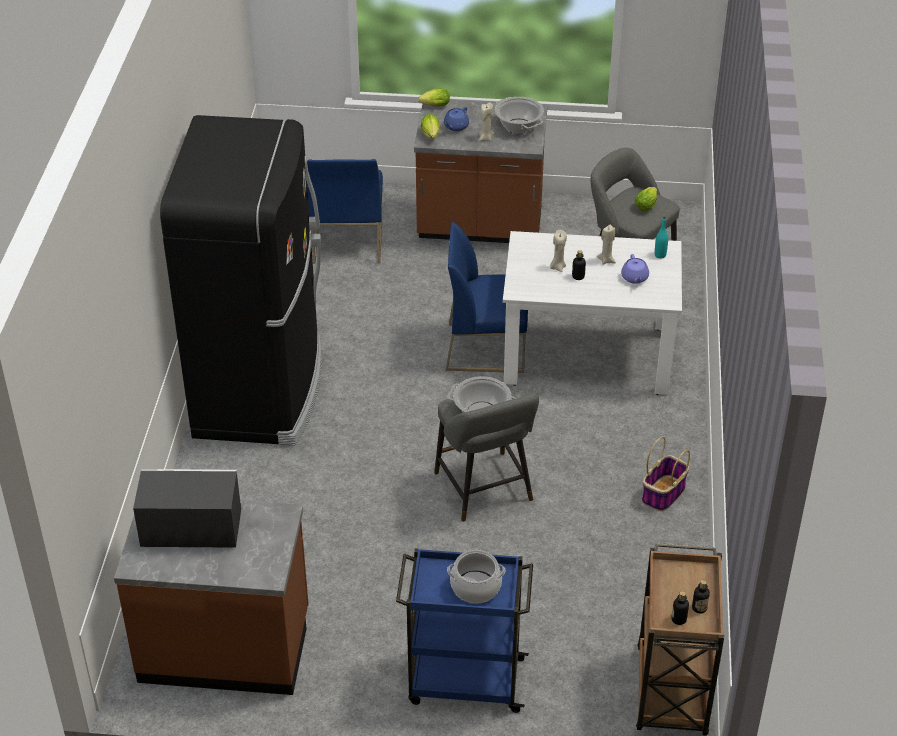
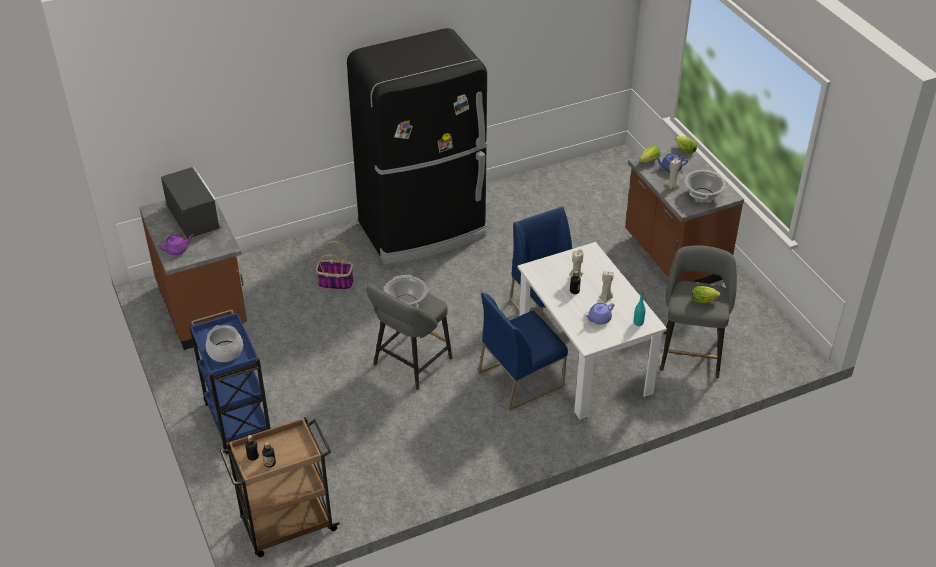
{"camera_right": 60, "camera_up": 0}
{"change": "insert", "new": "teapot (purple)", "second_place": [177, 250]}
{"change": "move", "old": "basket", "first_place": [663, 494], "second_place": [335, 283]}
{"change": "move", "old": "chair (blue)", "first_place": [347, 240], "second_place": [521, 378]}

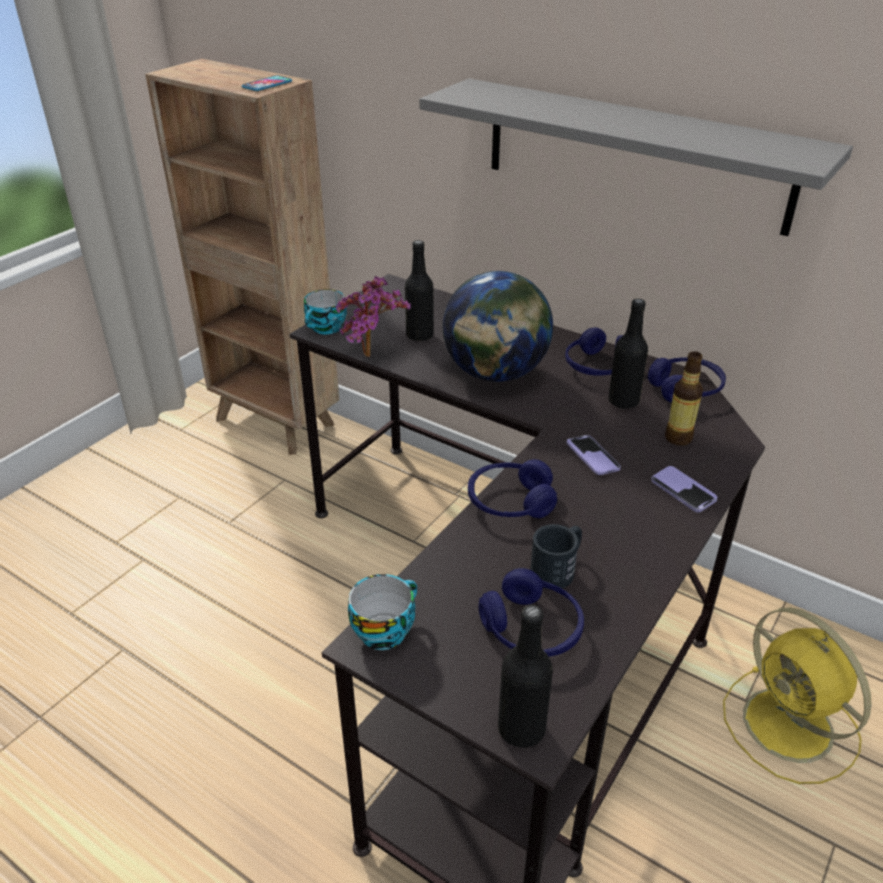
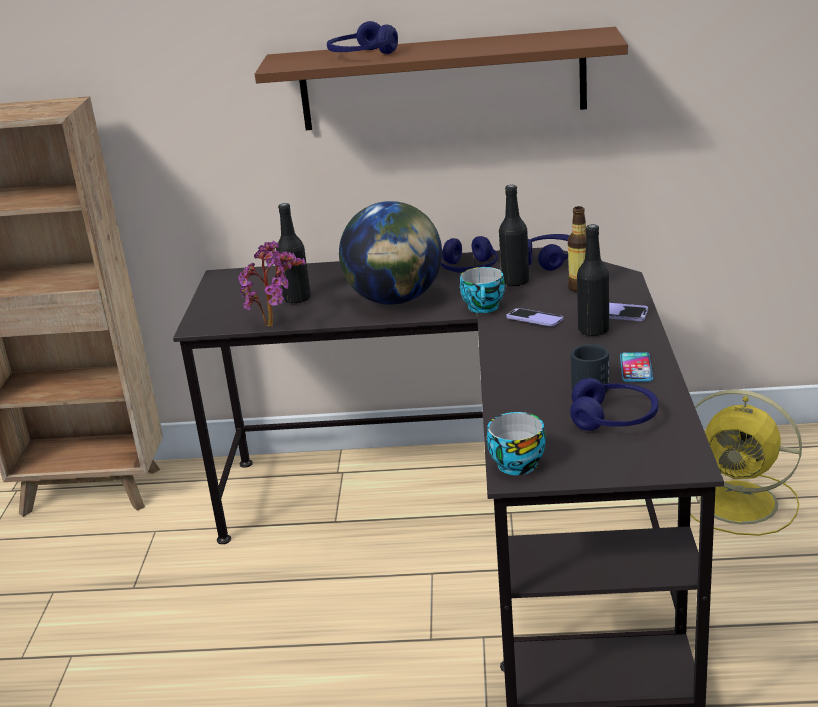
{"camera_right": -30, "camera_up": -10}
{"change": "recolor", "old": "shelf (grey)", "new": "shelf (brown)", "first_place": [634, 154], "second_place": [442, 80]}
{"change": "move", "old": "headphones (blue)", "first_place": [510, 502], "second_place": [362, 55]}
{"change": "move", "old": "cup", "first_place": [326, 329], "second_place": [484, 308]}
{"change": "move", "old": "bottle (black)", "first_place": [521, 729], "second_place": [593, 330]}
{"change": "move", "old": "phone", "first_place": [267, 84], "second_place": [636, 368]}

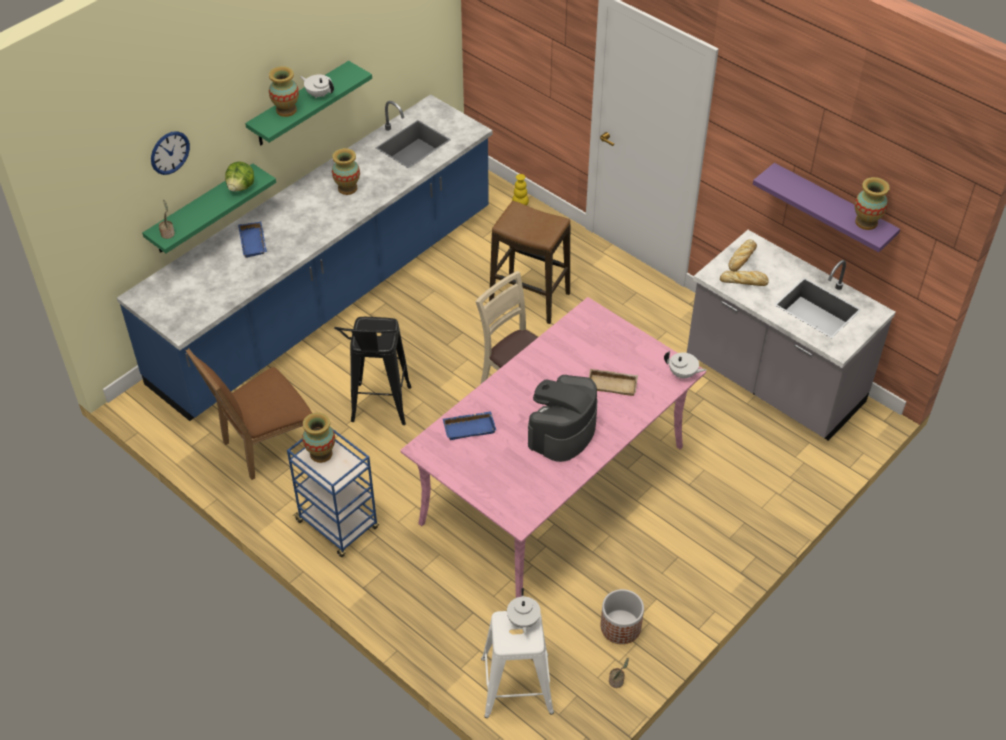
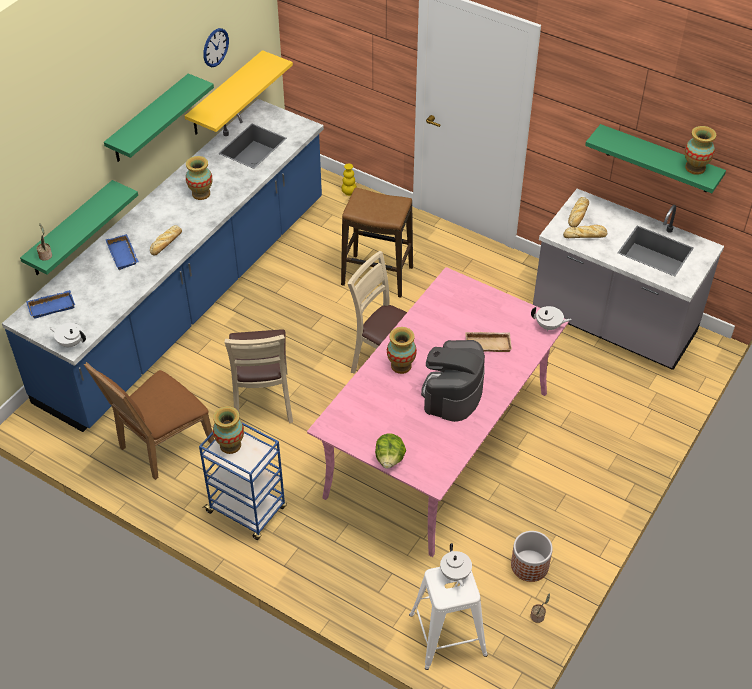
{"camera_right": -10, "camera_up": 0}
{"change": "move", "old": "tray (blue)", "first_place": [469, 427], "second_place": [52, 306]}
{"change": "move", "old": "teapot (white)", "first_place": [319, 94], "second_place": [70, 342]}
{"change": "insert", "new": "bread", "second_place": [166, 243]}
{"change": "insert", "new": "shelf (yellow)", "second_place": [225, 94]}
{"change": "move", "old": "wall clock", "first_place": [169, 152], "second_place": [215, 47]}
{"change": "replace", "old": "stool (black)", "new": "chair (beige)", "first_place": [379, 413], "second_place": [262, 400]}
{"change": "move", "old": "lettuce", "first_place": [241, 187], "second_place": [390, 459]}
{"change": "move", "old": "vase", "first_place": [286, 110], "second_place": [401, 366]}
{"change": "recolor", "old": "shelf (purple)", "new": "shelf (green)", "first_place": [832, 208], "second_place": [659, 159]}

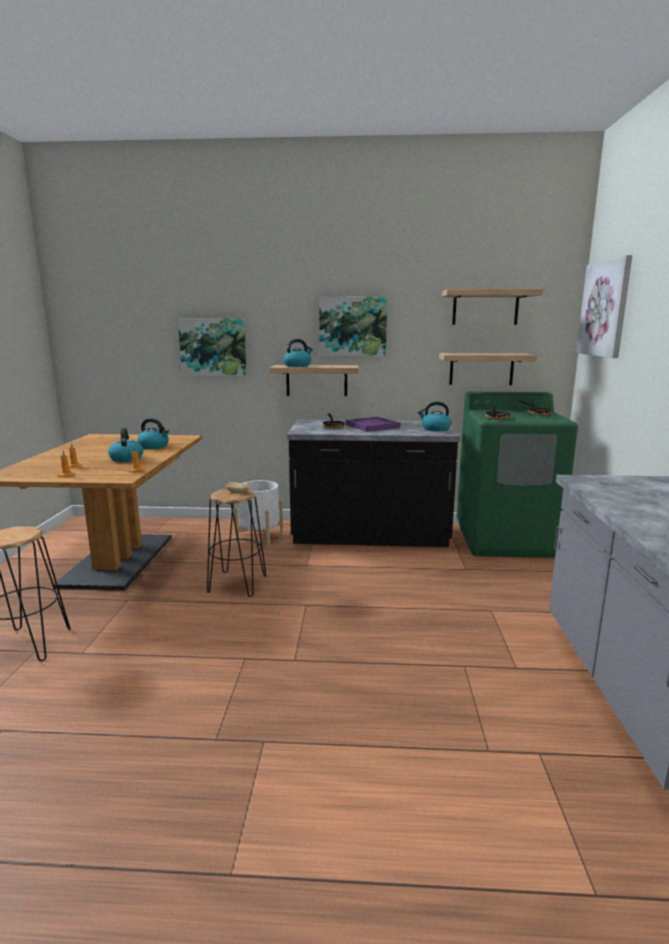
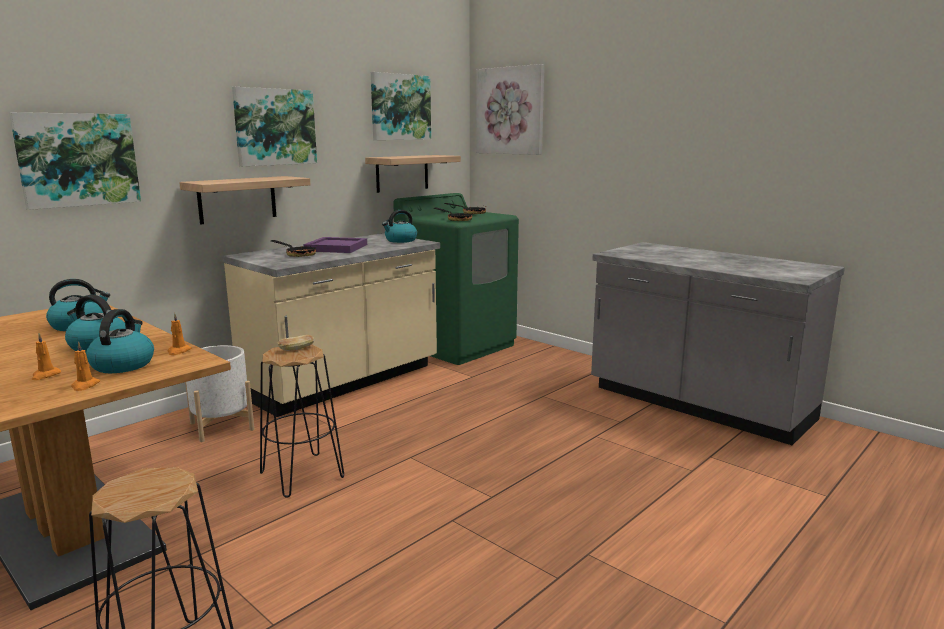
{"camera_right": -50, "camera_up": 0}
{"change": "move", "old": "kettle", "first_place": [297, 366], "second_place": [123, 364]}
{"change": "recolor", "old": "counter (black)", "new": "counter (beige)", "first_place": [370, 537], "second_place": [344, 382]}
{"change": "replace", "old": "shelf", "new": "picture", "first_place": [485, 308], "second_place": [400, 107]}

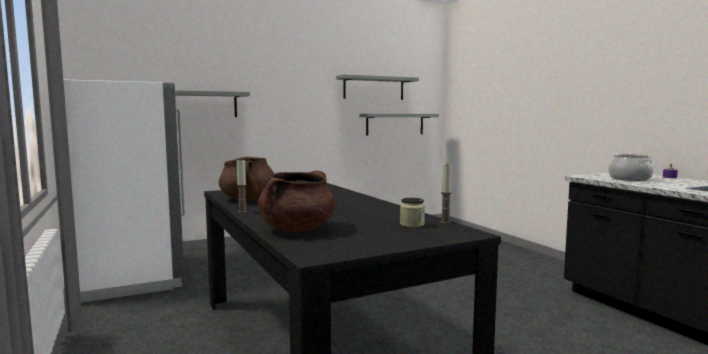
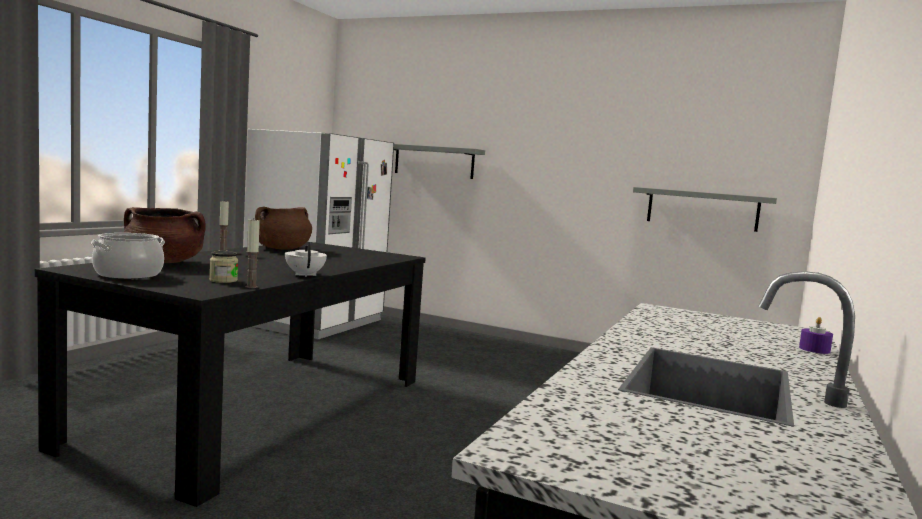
{"camera_right": 50, "camera_up": 0}
{"change": "move", "old": "cooking pot", "first_place": [630, 178], "second_place": [128, 274]}
{"change": "insert", "new": "teapot (white)", "second_place": [305, 275]}
{"change": "delete", "old": "shelf (grey)", "first_place": [374, 88]}

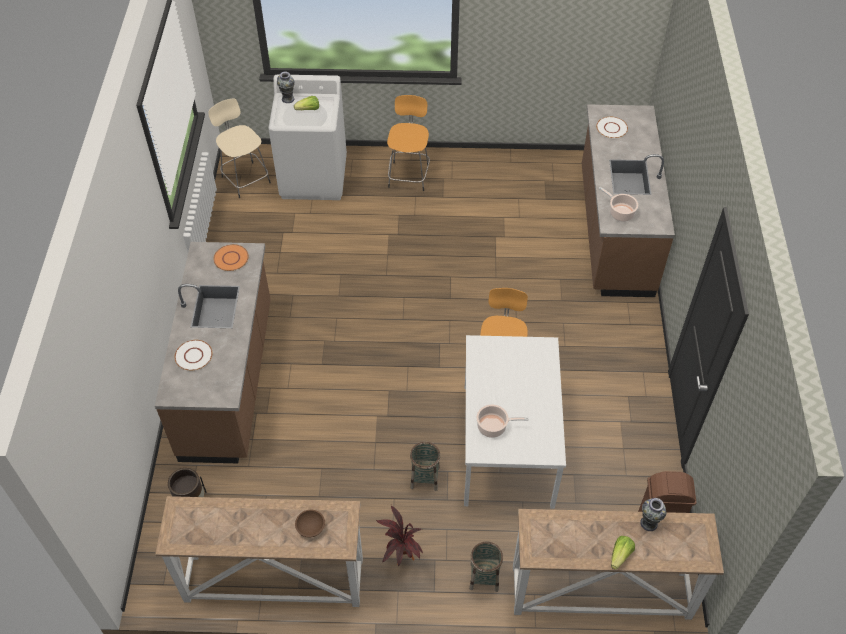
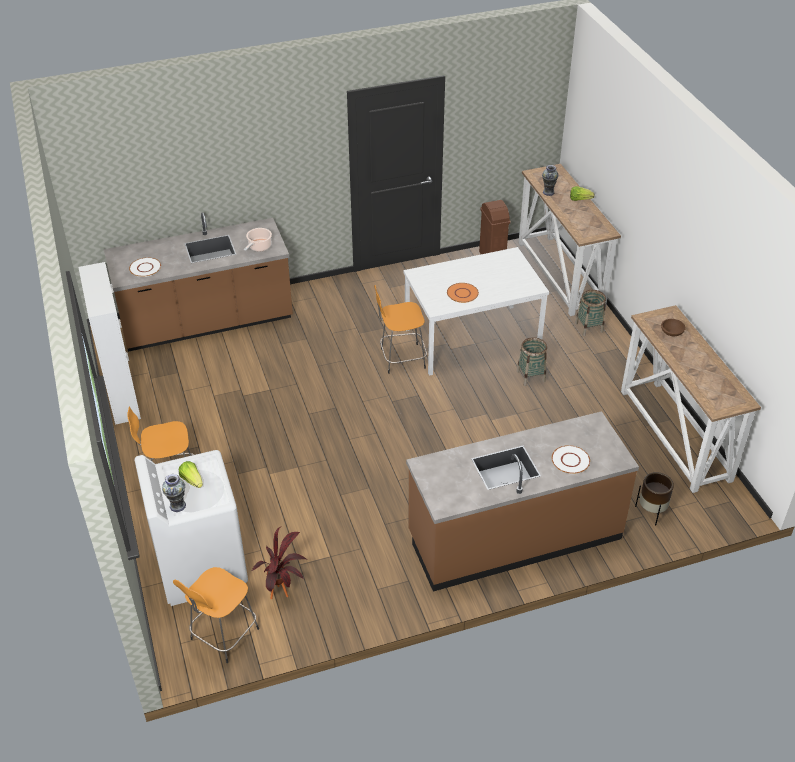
{"camera_right": -110, "camera_up": -10}
{"change": "insert", "new": "cabinet (white)", "second_place": [122, 395]}
{"change": "recolor", "old": "stool (beige)", "new": "stool (orange)", "first_place": [245, 178], "second_place": [223, 635]}
{"change": "move", "old": "potted plant", "first_place": [401, 562], "second_place": [284, 594]}
{"change": "move", "old": "plate (orange)", "first_place": [231, 258], "second_place": [462, 293]}
{"change": "delete", "old": "cooking pot", "first_place": [494, 427]}

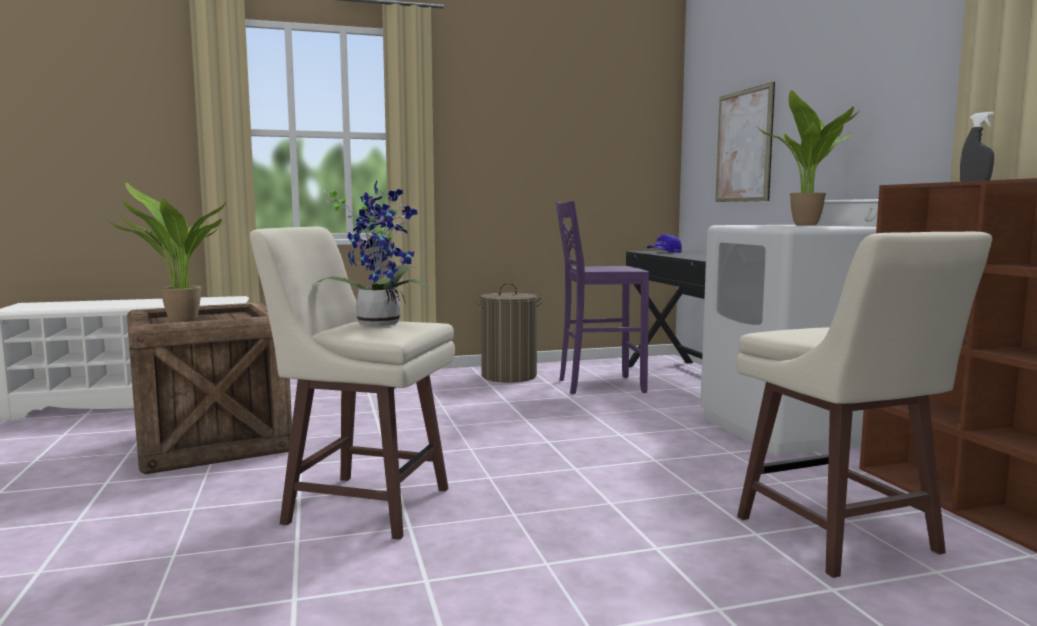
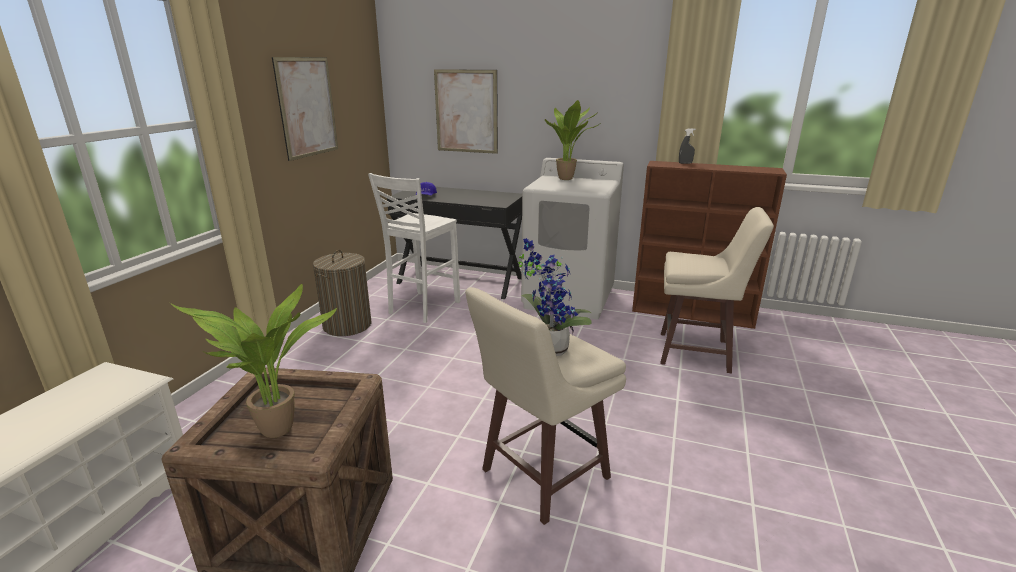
{"camera_right": -55, "camera_up": 15}
{"change": "insert", "new": "picture", "second_place": [307, 107]}
{"change": "recolor", "old": "stool (purple)", "new": "stool (white)", "first_place": [598, 385], "second_place": [422, 308]}

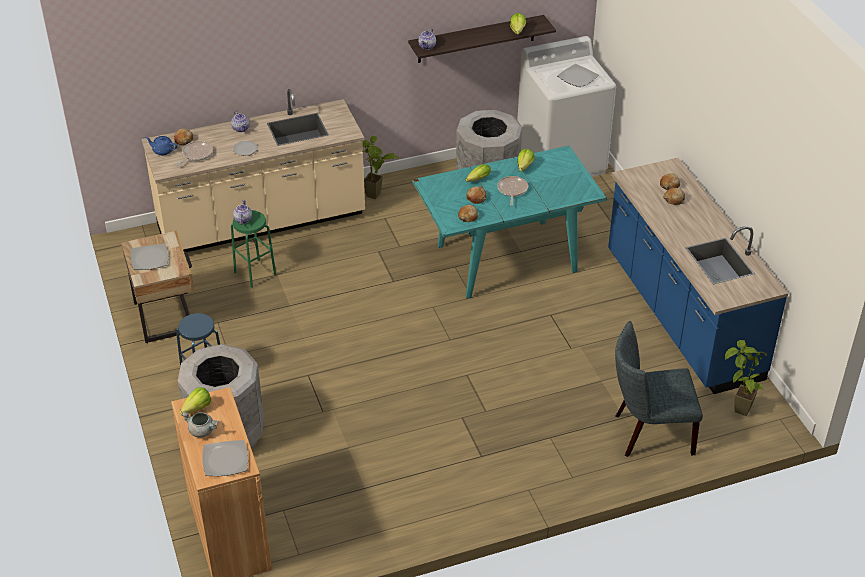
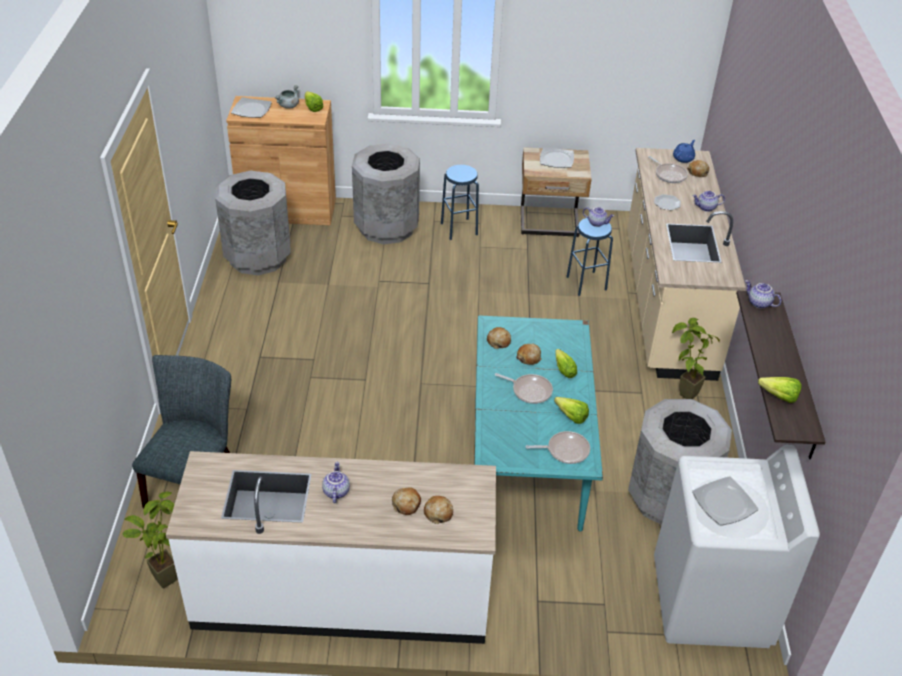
{"camera_right": 110, "camera_up": 0}
{"change": "recolor", "old": "counter (blue)", "new": "counter (white)", "first_place": [681, 316], "second_place": [342, 595]}
{"change": "insert", "new": "trash can (grey)", "second_place": [257, 257]}
{"change": "insert", "new": "teapot", "second_place": [335, 491]}
{"change": "insert", "new": "frying pan", "second_place": [565, 450]}
{"change": "recolor", "old": "stool (green)", "new": "stool (blue)", "first_place": [255, 273], "second_place": [586, 283]}

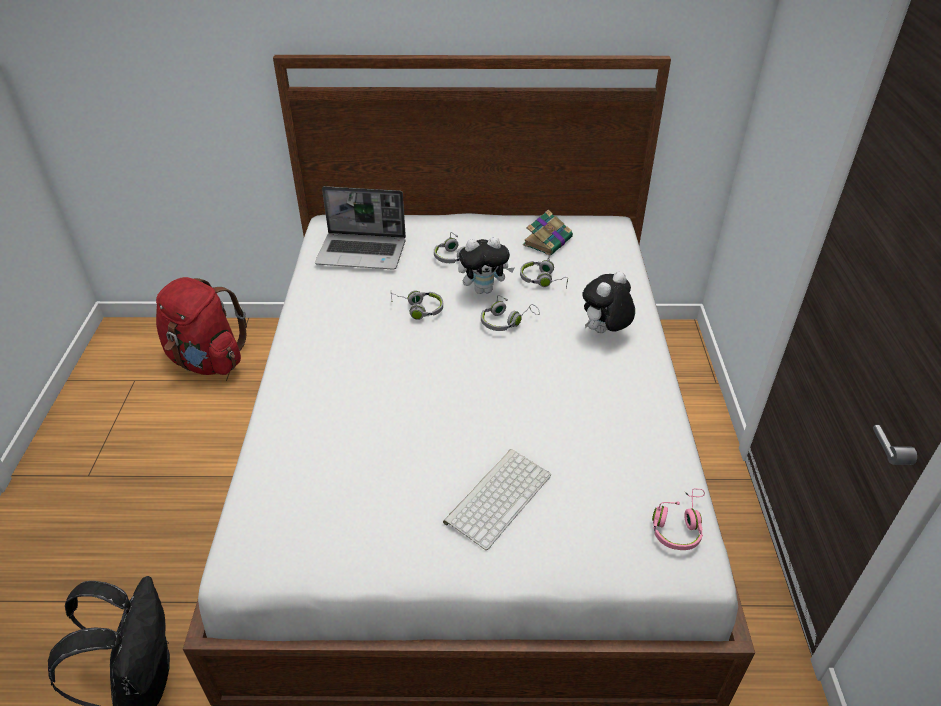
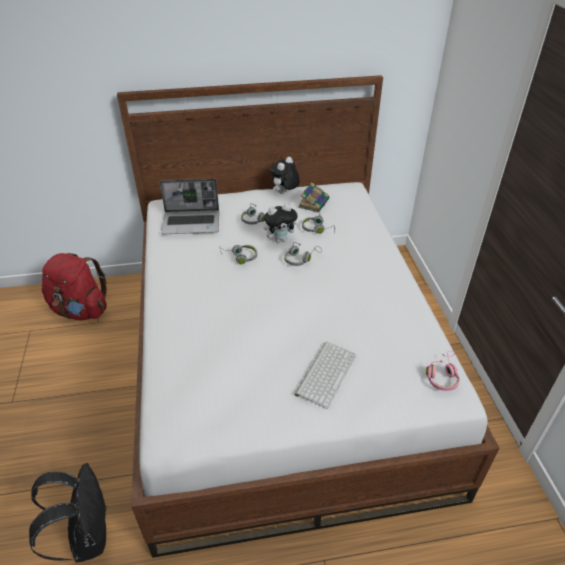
{"camera_right": -10, "camera_up": 0}
{"change": "move", "old": "plush toy", "first_place": [604, 332], "second_place": [284, 193]}

